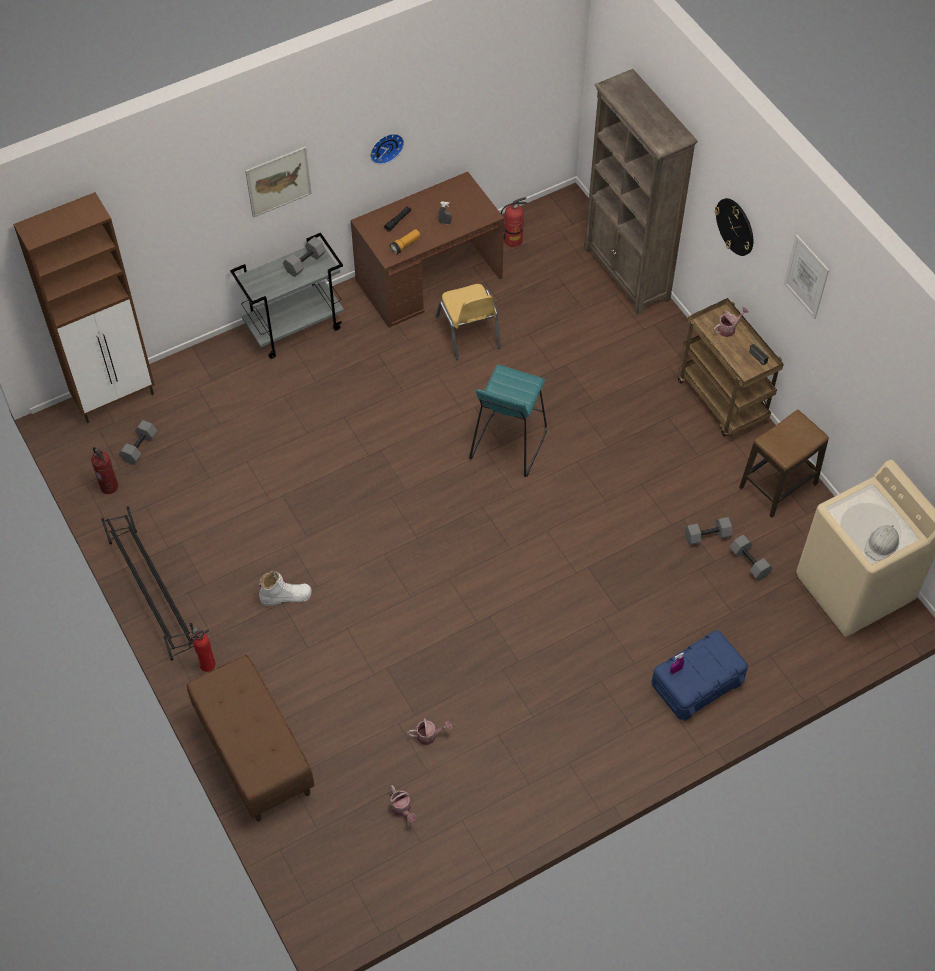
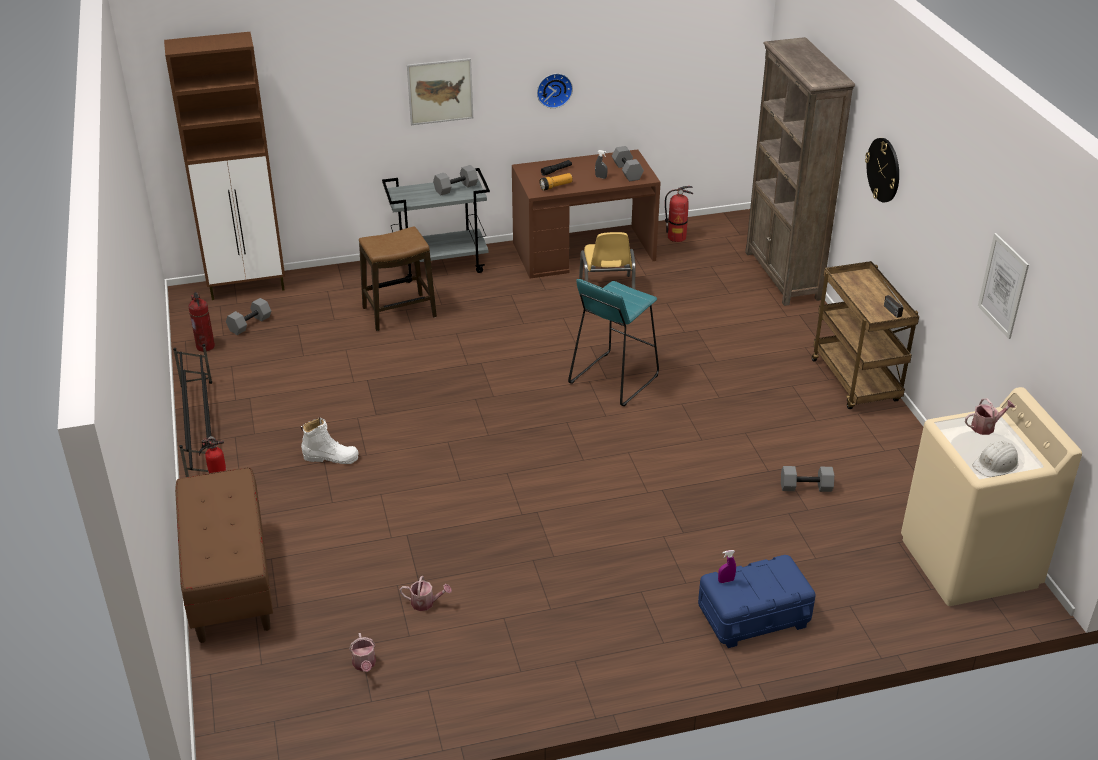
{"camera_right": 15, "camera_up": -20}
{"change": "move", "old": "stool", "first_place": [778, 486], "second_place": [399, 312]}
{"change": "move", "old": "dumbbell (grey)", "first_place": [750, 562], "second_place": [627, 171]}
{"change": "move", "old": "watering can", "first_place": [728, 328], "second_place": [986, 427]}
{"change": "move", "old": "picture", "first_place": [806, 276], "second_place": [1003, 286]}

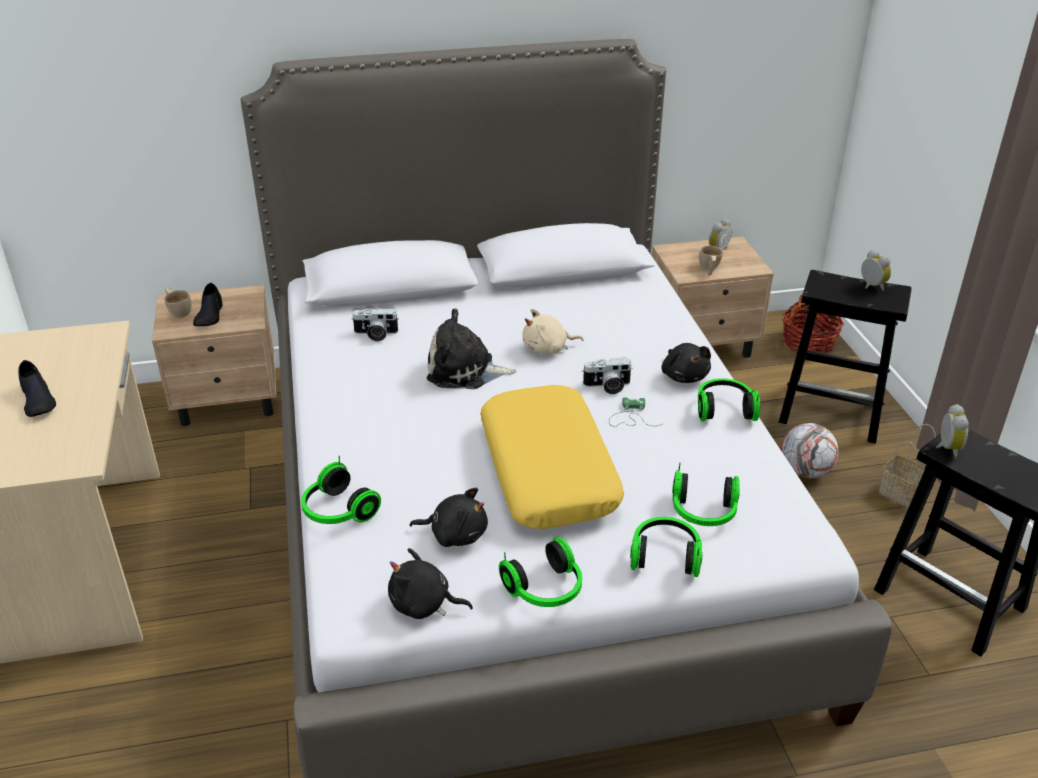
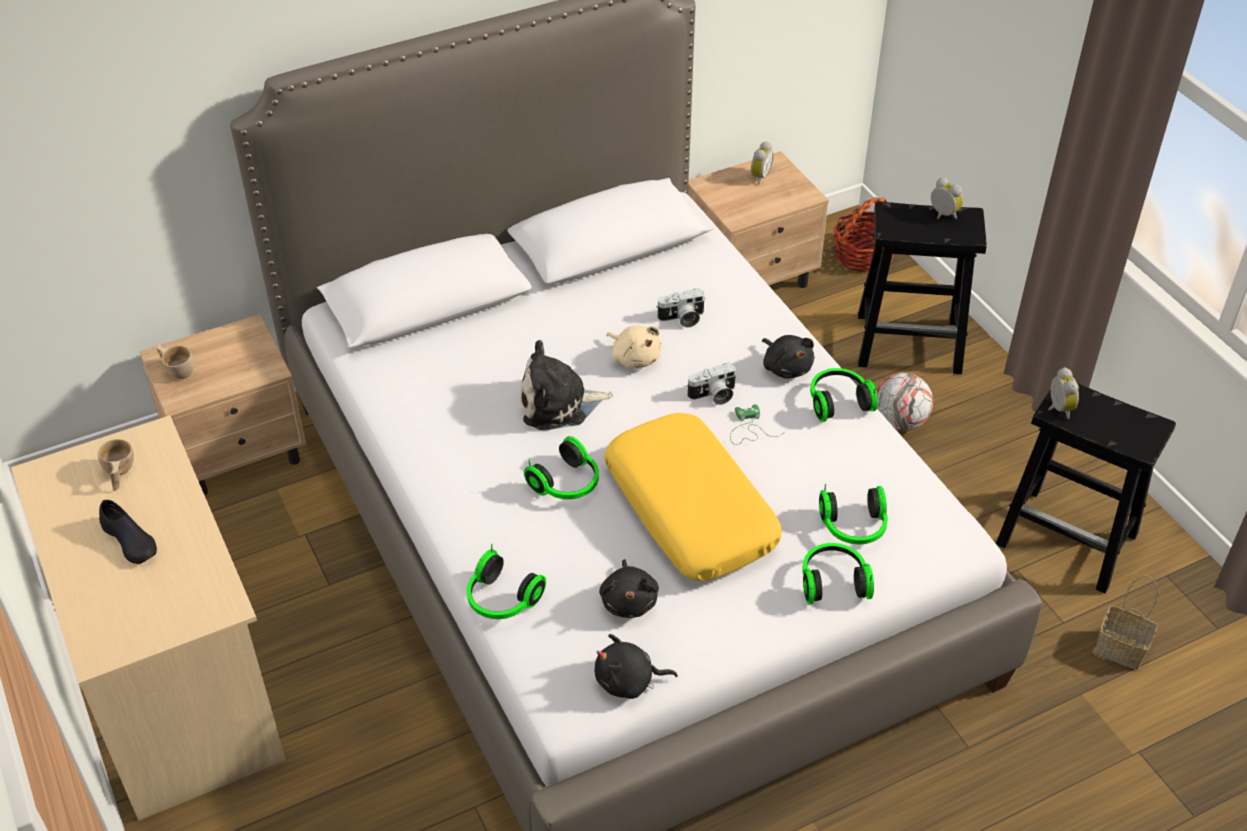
{"camera_right": -15, "camera_up": 10}
{"change": "move", "old": "cup (beige)", "first_place": [708, 269], "second_place": [119, 474]}
{"change": "move", "old": "headphones", "first_place": [546, 590], "second_place": [567, 484]}
{"change": "rotate", "old": "plush toy (black)", "first_place": [455, 534], "second_place": [629, 601], "degrees": 90}
{"change": "rotate", "old": "plush toy (beige)", "first_place": [548, 348], "second_place": [634, 357], "degrees": -105}
{"change": "move", "old": "photo camera", "first_place": [375, 334], "second_place": [682, 319]}
{"change": "move", "old": "basket", "first_place": [904, 493], "second_place": [1122, 649]}
{"change": "delete", "old": "shoe (black)", "first_place": [209, 315]}

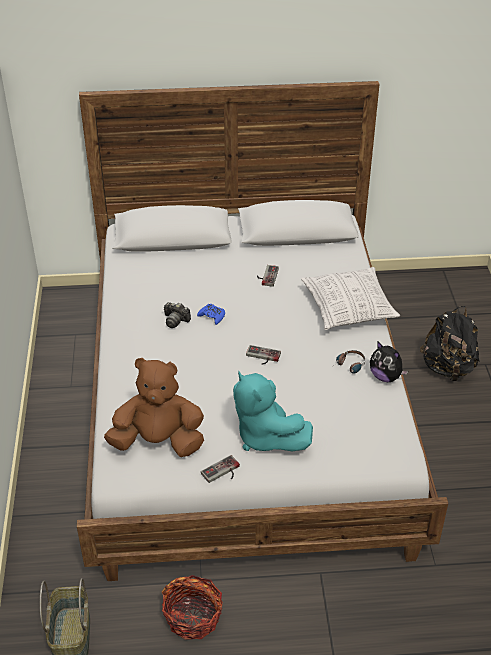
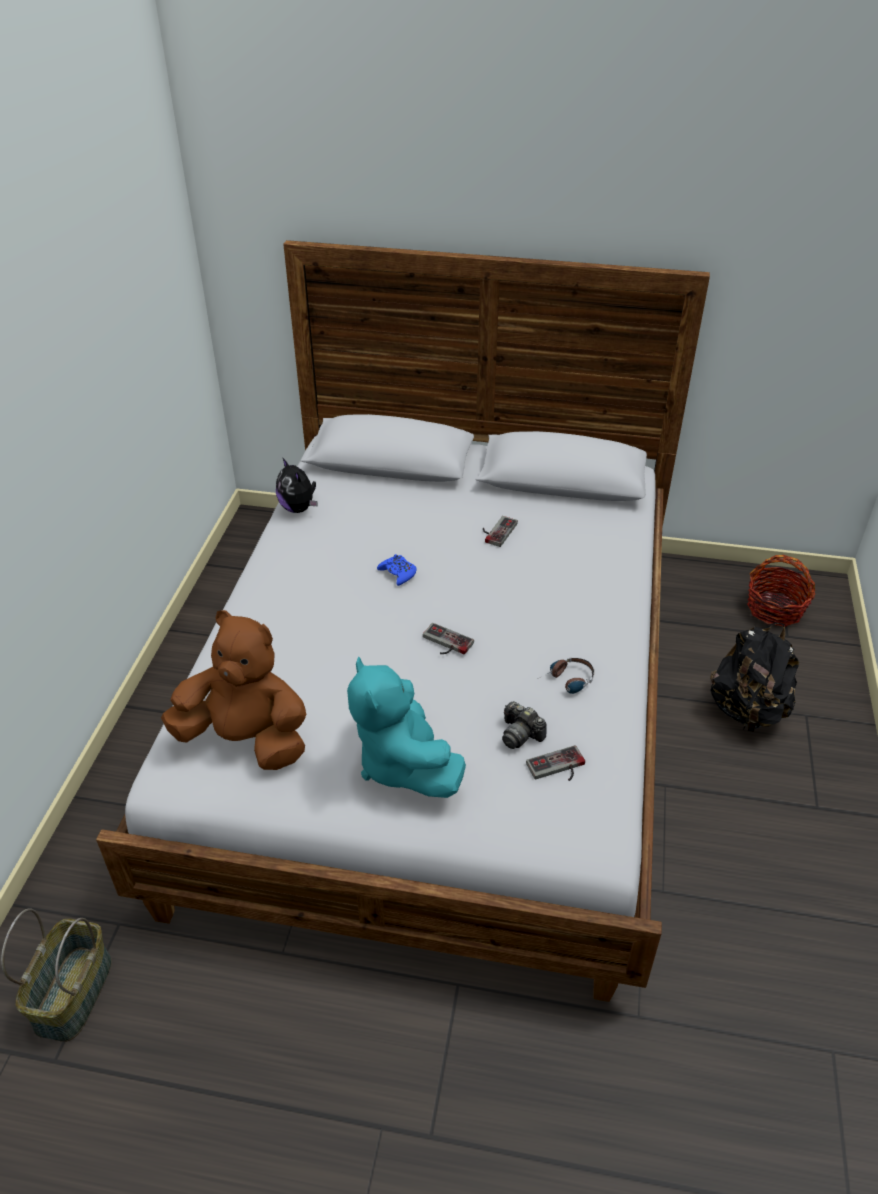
{"camera_right": 15, "camera_up": 0}
{"change": "move", "old": "plush toy", "first_place": [385, 376], "second_place": [299, 508]}
{"change": "move", "old": "photo camera", "first_place": [175, 320], "second_place": [520, 734]}
{"change": "move", "old": "game controller", "first_place": [222, 472], "second_place": [558, 768]}
{"change": "move", "old": "basket", "first_place": [193, 617], "second_place": [775, 609]}
{"change": "delete", "old": "pillow", "first_place": [348, 308]}

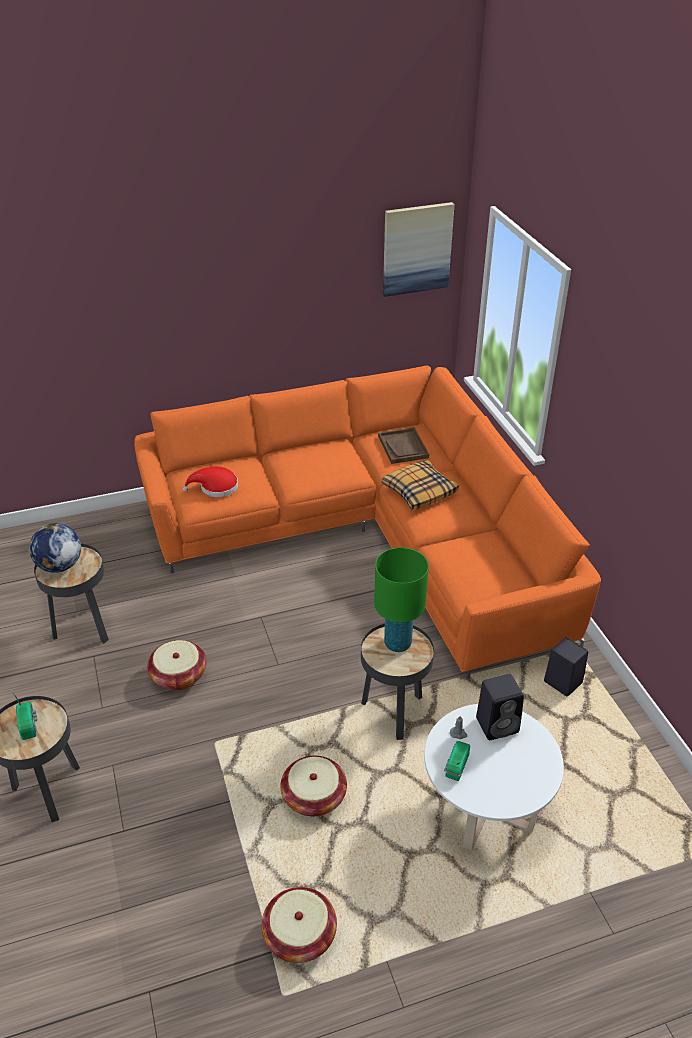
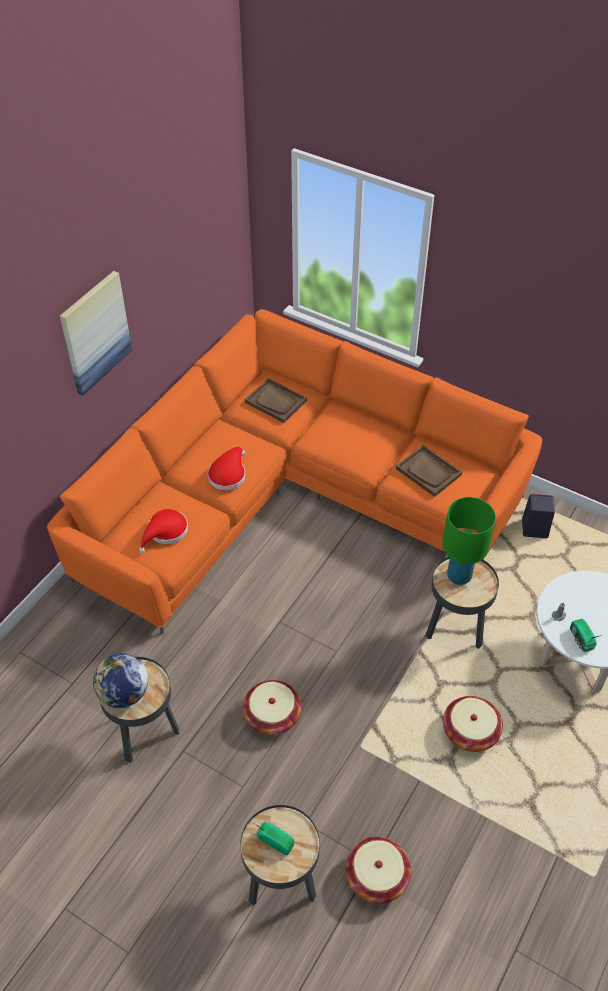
{"camera_right": -40, "camera_up": 10}
{"change": "move", "old": "picture", "first_place": [416, 249], "second_place": [95, 332]}
{"change": "insert", "new": "hat (red)", "second_place": [228, 474]}
{"change": "move", "old": "basket", "first_place": [299, 935], "second_place": [377, 877]}
{"change": "insert", "new": "tray (brown)", "second_place": [428, 472]}
{"change": "delete", "old": "pillow", "first_place": [419, 491]}
{"change": "delete", "old": "speaker (black)", "first_place": [498, 724]}

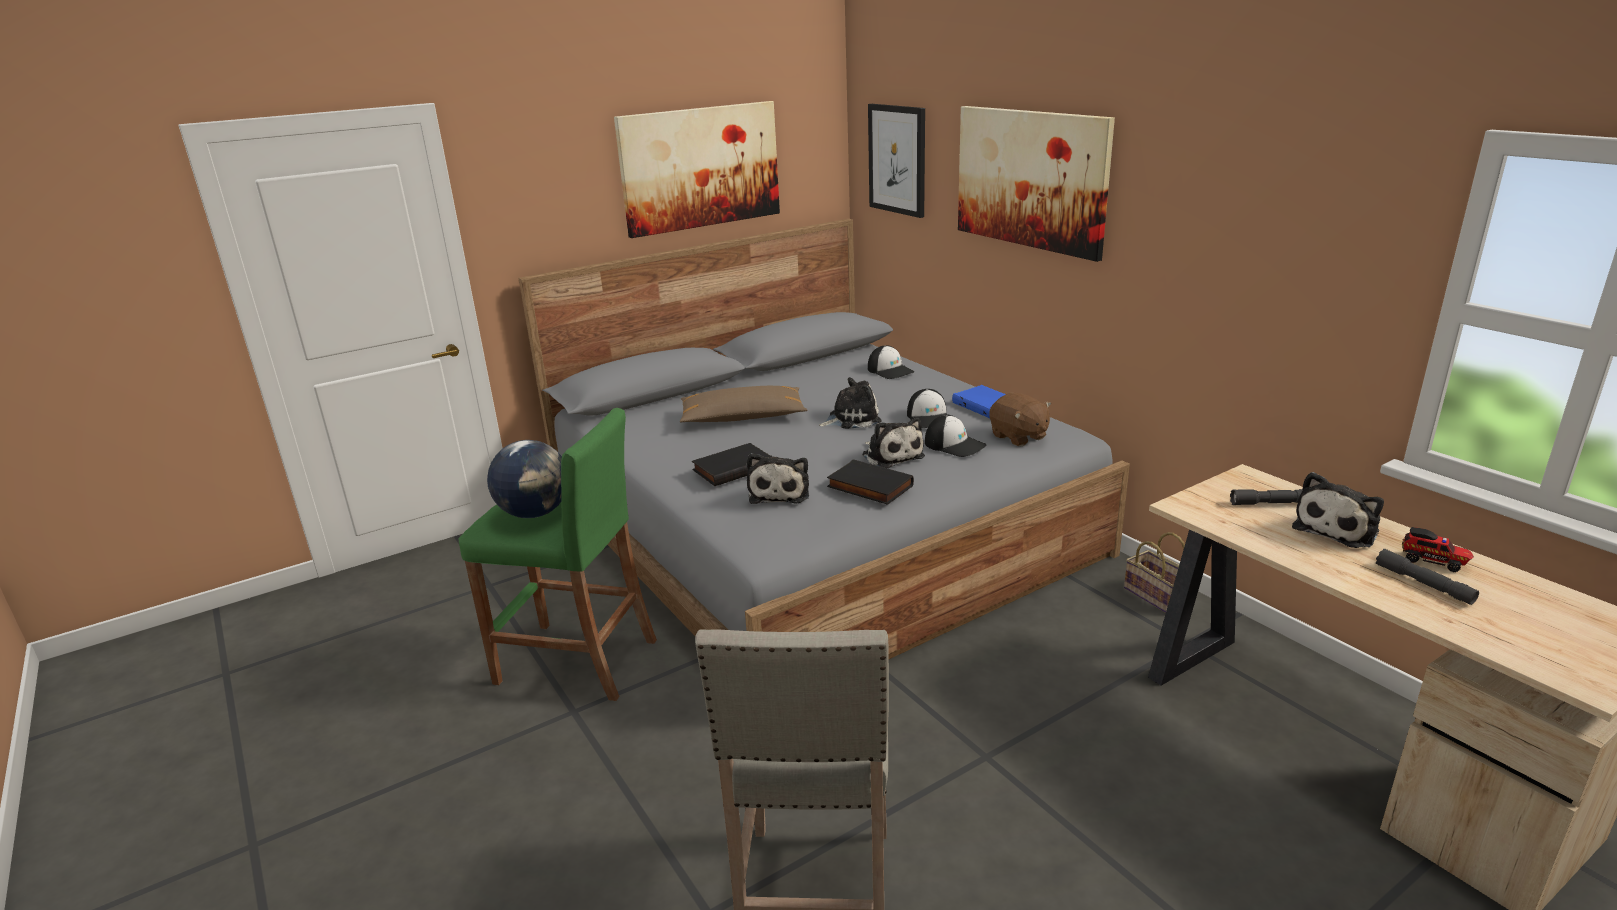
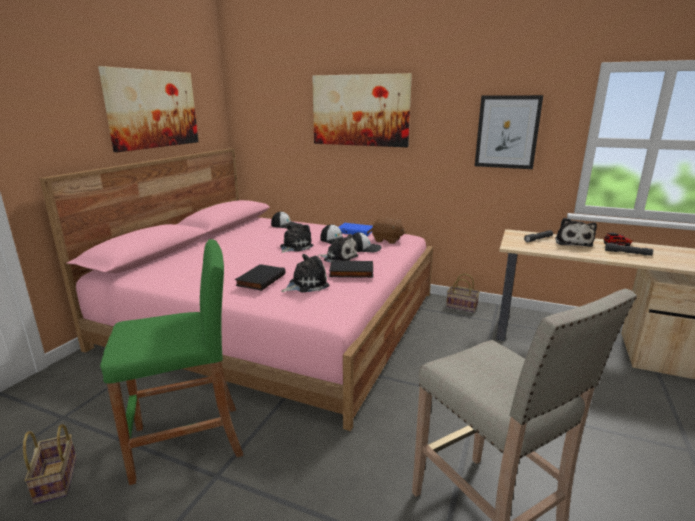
{"camera_right": -35, "camera_up": -5}
{"change": "insert", "new": "basket", "second_place": [57, 480]}
{"change": "recolor", "old": "bed (grey)", "new": "bed (pink)", "first_place": [818, 529], "second_place": [276, 319]}
{"change": "rotate", "old": "plush toy", "first_place": [780, 492], "second_place": [306, 285], "degrees": -90}
{"change": "move", "old": "picture", "first_place": [897, 159], "second_place": [507, 132]}
{"change": "delete", "old": "globe", "first_place": [535, 513]}
{"change": "delete", "old": "pillow (brown)", "first_place": [743, 417]}

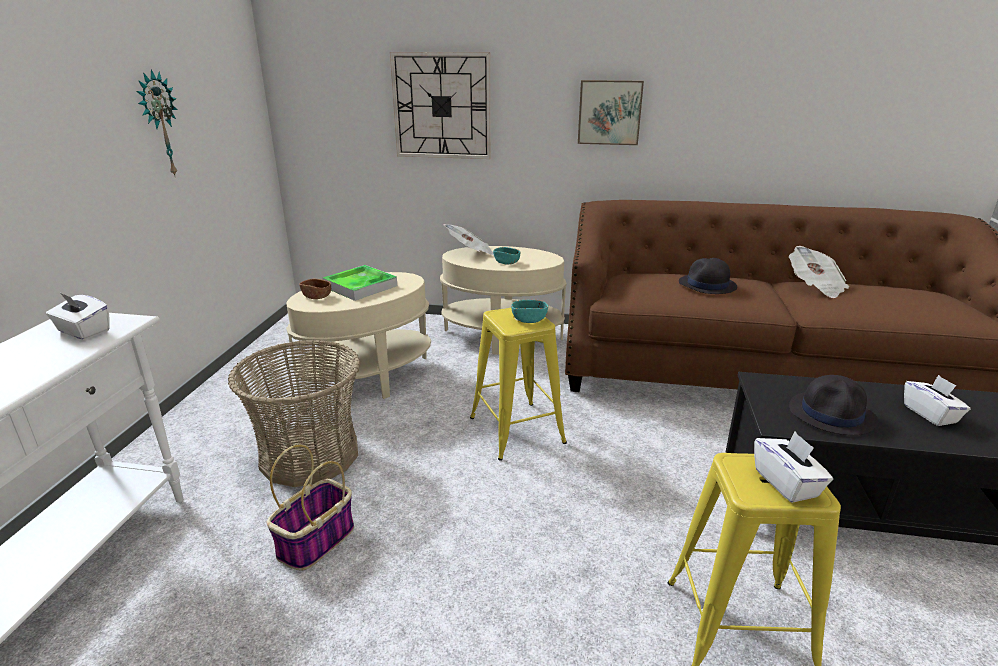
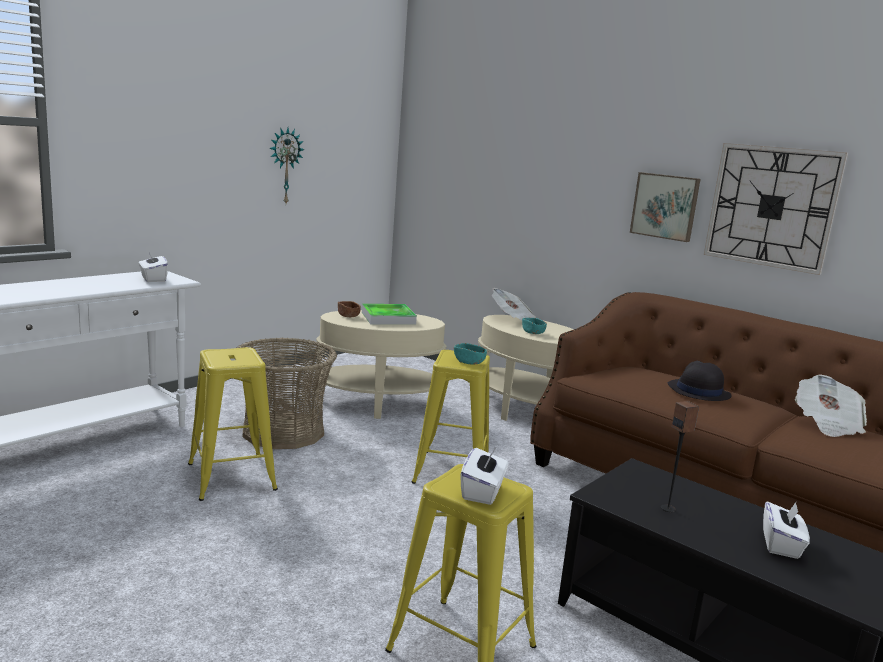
{"camera_right": 30, "camera_up": -10}
{"change": "replace", "old": "basket", "new": "stool (yellow)", "first_place": [316, 542], "second_place": [231, 476]}
{"change": "replace", "old": "hat (black)", "new": "speaker", "first_place": [832, 414], "second_place": [668, 508]}
{"change": "move", "old": "wall clock", "first_place": [442, 106], "second_place": [771, 207]}

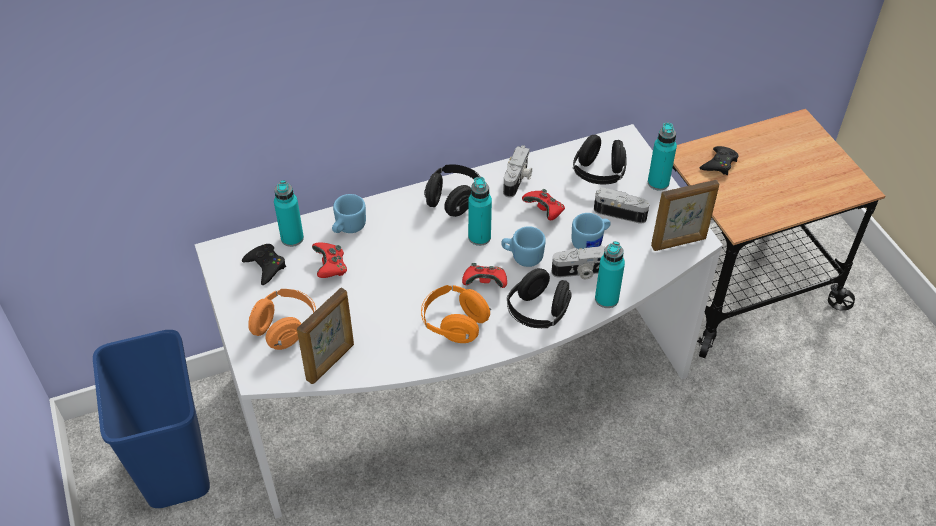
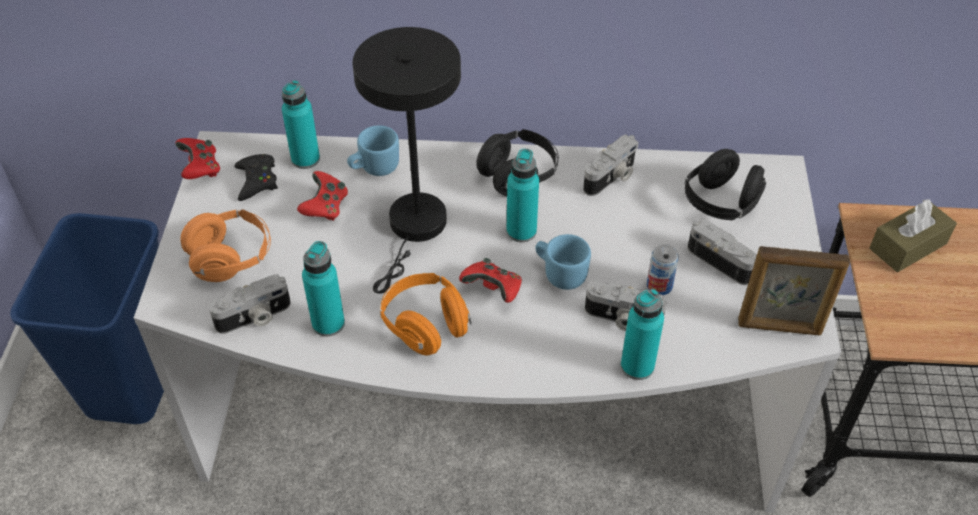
{"camera_right": 25, "camera_up": 0}
{"change": "move", "old": "game controller (red)", "first_place": [544, 212], "second_place": [201, 169]}
{"change": "replace", "old": "picture frame", "new": "photo camera", "first_place": [331, 362], "second_place": [254, 318]}
{"change": "move", "old": "bottle (turquoise)", "first_place": [658, 183], "second_place": [328, 323]}
{"change": "insert", "new": "table lamp (black)", "second_place": [415, 229]}
{"change": "replace", "old": "mug (blue)", "new": "can", "first_place": [590, 242], "second_place": [659, 286]}
{"change": "replace", "old": "game controller (black)", "new": "tissue box (brown)", "first_place": [719, 164], "second_place": [908, 246]}
{"change": "delete", "old": "headphones (black)", "first_place": [538, 312]}

